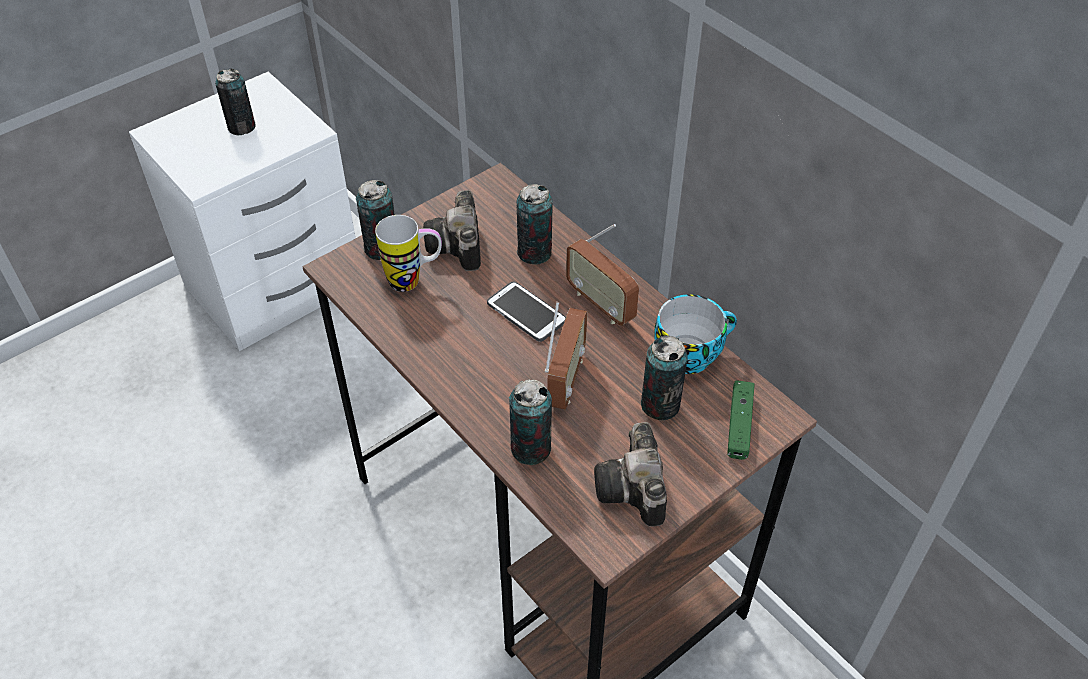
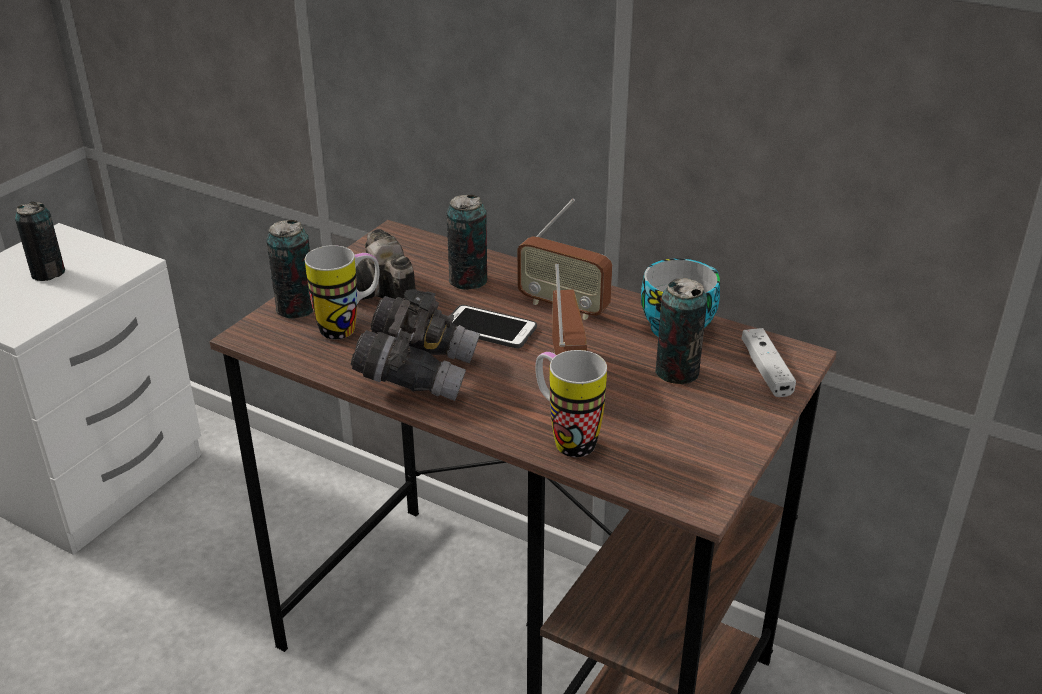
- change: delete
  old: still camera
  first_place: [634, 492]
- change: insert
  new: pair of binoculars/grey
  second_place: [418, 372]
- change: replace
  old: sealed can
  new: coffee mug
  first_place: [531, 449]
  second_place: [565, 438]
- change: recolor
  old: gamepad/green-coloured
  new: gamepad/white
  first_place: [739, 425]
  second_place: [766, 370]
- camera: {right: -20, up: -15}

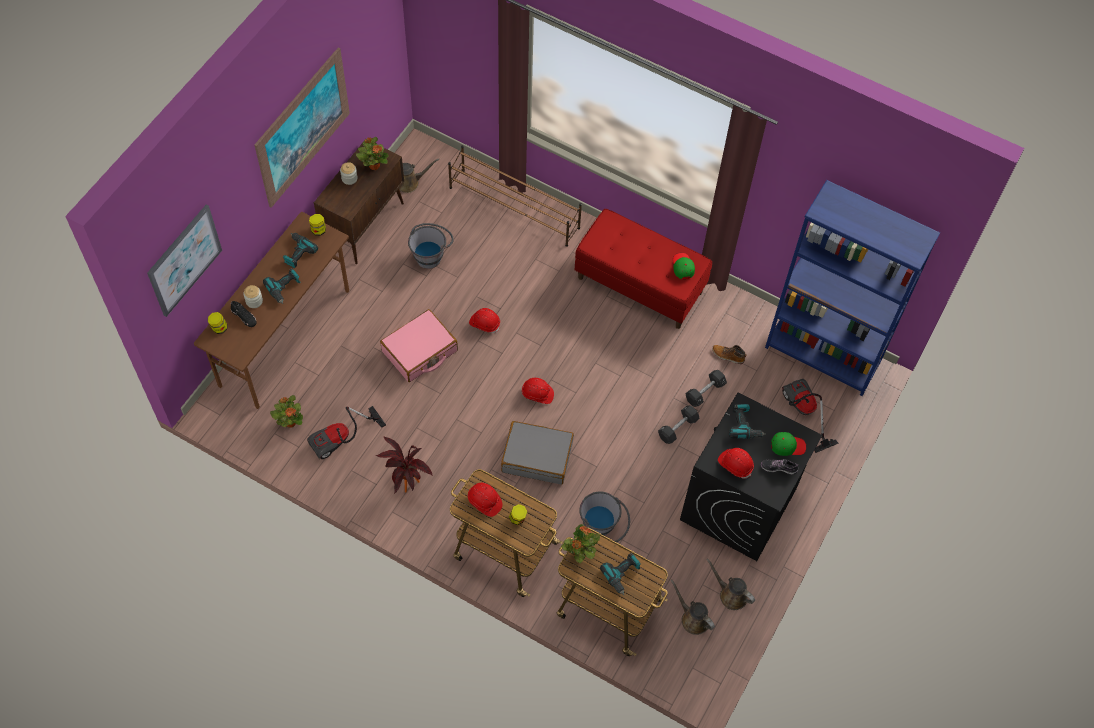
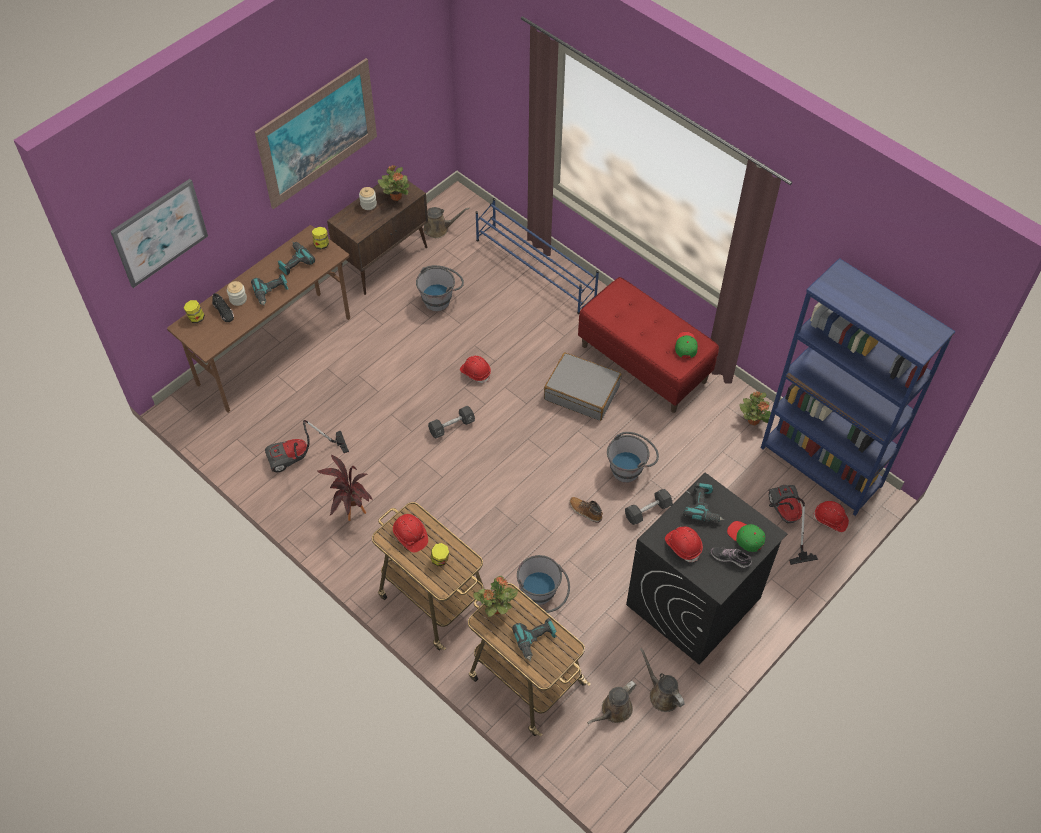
- change: delete
  old: piece of luggage/pink
  first_place: [419, 351]
- change: insert
  new: bucket/grey
  second_place: [630, 468]
- change: move
  old: plant in a pot
  first_place: [290, 422]
  second_place: [753, 420]
- change: move
  old: piece of luggage/grey
  first_place: [537, 457]
  second_place: [582, 392]
- change: move
  old: hard hat/reddish
  first_place: [537, 394]
  second_place: [830, 520]
- change: move
  old: free weight/black
  first_place: [705, 392]
  second_place: [451, 426]
- change: move
  old: boot
  first_place: [728, 356]
  second_place: [585, 511]
- change: recolor
  old: shoe rack/brown-coloured
  new: shoe rack/bluish
  first_place: [514, 208]
  second_place: [535, 269]
- change: rotate
  old: watering pot/brown-coloured
  first_place: [692, 618]
  second_place: [614, 711]
  degrees: -105
- change: rotate
  old: baseball cap/green-coloured
  first_place: [787, 446]
  second_place: [745, 537]
  degrees: -150
- camera: {right: 15, up: -5}

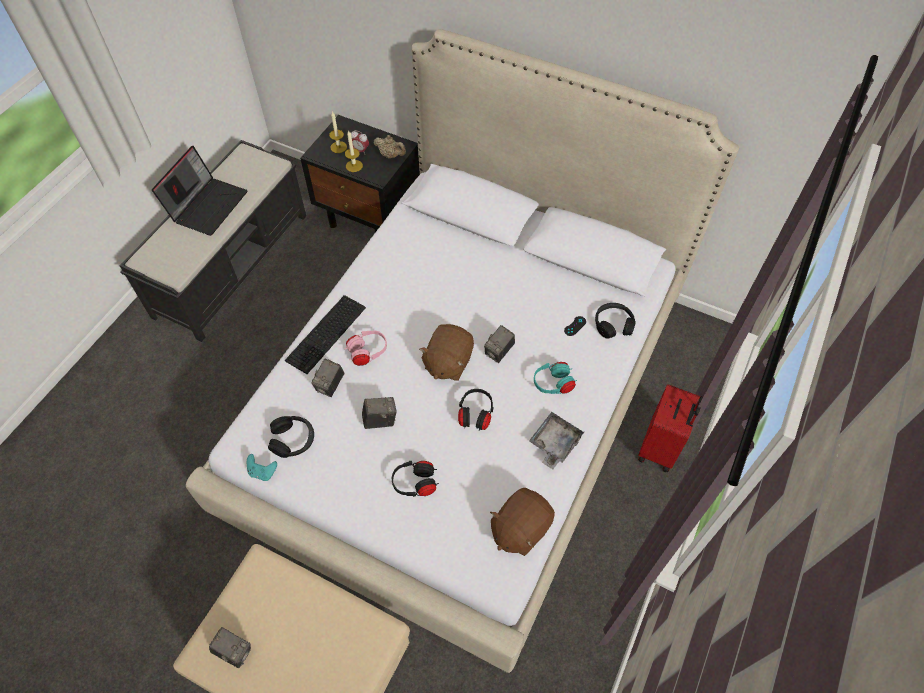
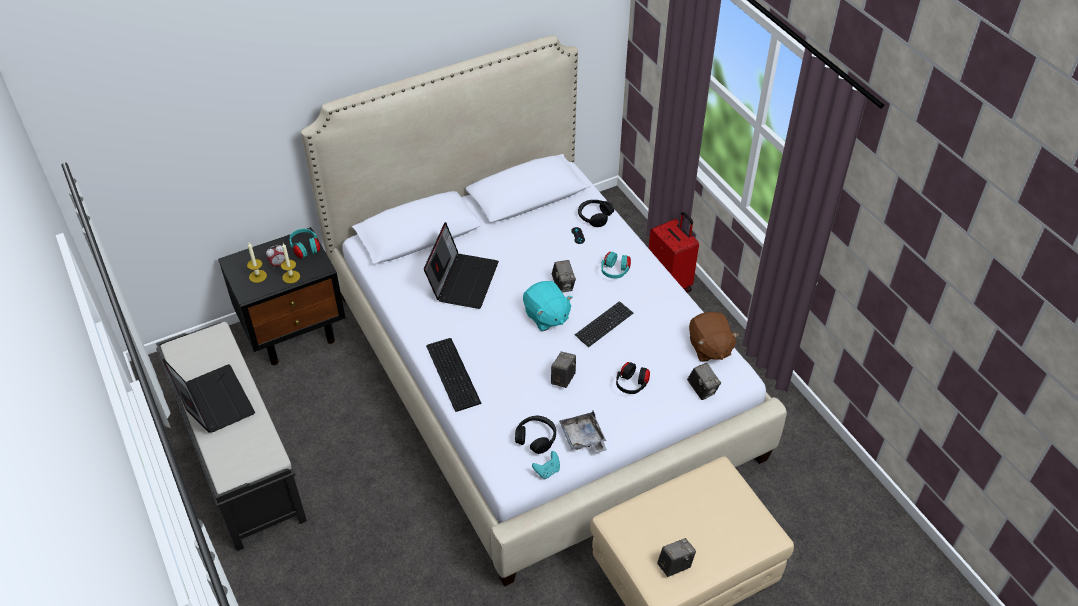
- change: delete
  old: pair of headphones/pink
  first_place: [367, 353]
- change: insert
  new: notebook computer
  second_place: [463, 280]
- change: move
  old: still camera
  first_place: [330, 385]
  second_place: [702, 390]
- change: move
  old: tray/grey
  first_place: [554, 443]
  second_place: [583, 438]
- change: replace
  old: teapot/sand-coloured
  new: pair of headphones/turquoise-coloured
  first_place: [390, 155]
  second_place: [305, 249]
- change: replace
  old: pair of headphones/black
  new: computer keyboard
  first_place: [475, 415]
  second_place: [604, 325]
- change: recolor
  old: soft toy/brown-coloured
  new: soft toy/turquoise-coloured
  first_place: [447, 362]
  second_place: [546, 317]
- camera: {right: -55, up: -10}

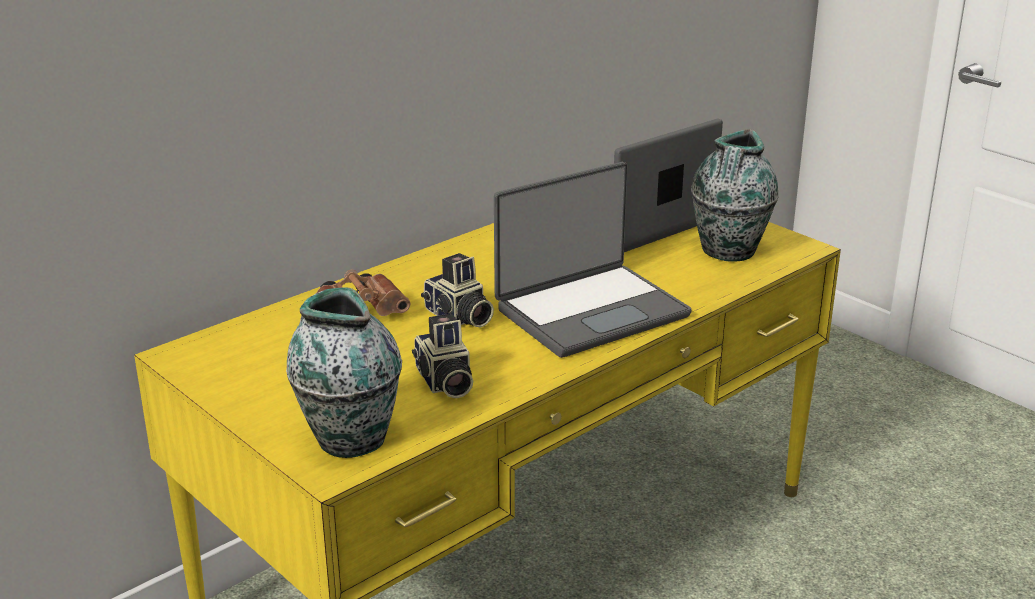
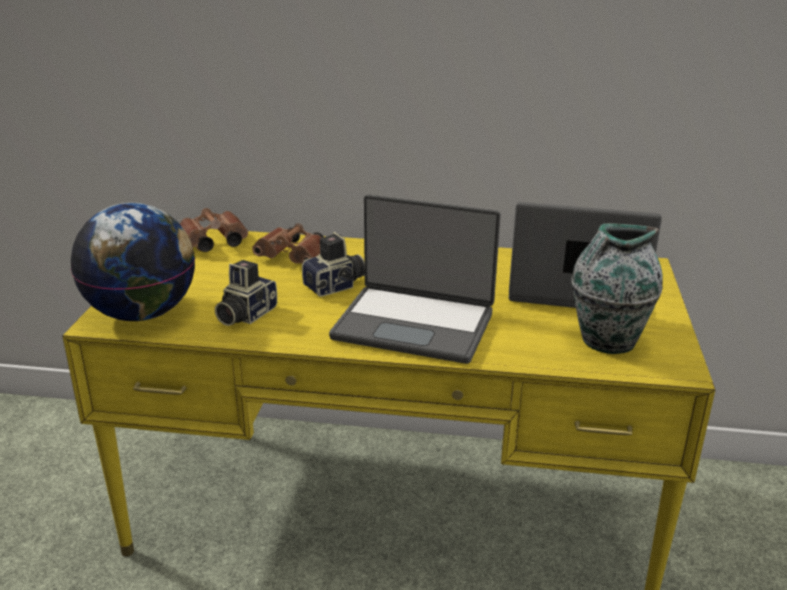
- change: insert
  new: pair of binoculars/brown-coloured
  second_place: [212, 245]
- change: replace
  old: decorative vase
  new: desk globe
  first_place: [349, 438]
  second_place: [142, 314]
- change: rotate
  old: still camera
  first_place: [458, 317]
  second_place: [336, 286]
  degrees: -135
- camera: {right: 50, up: 0}

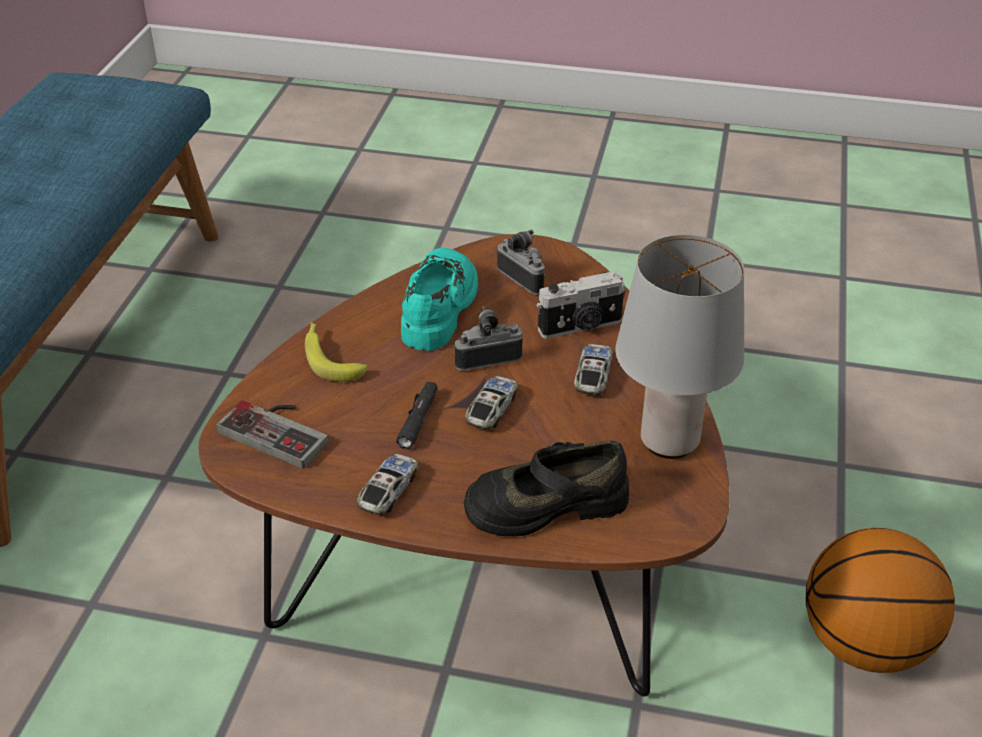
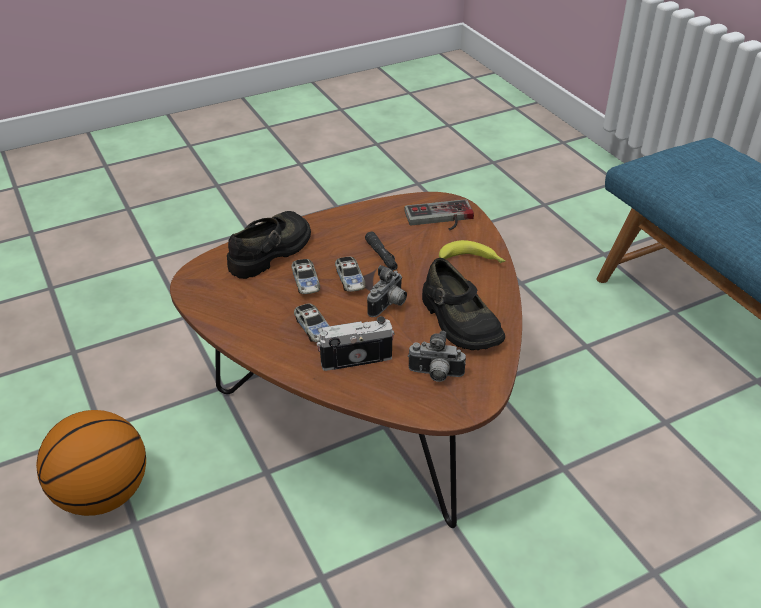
- change: delete
  old: lamp for a table/grey
  first_place: [668, 442]
- change: move
  old: toy car
  first_place: [388, 491]
  second_place: [306, 282]
- change: recolor
  old: low shoe/turquoise-coloured
  new: low shoe/black
  first_place: [439, 308]
  second_place: [458, 321]
- change: rotate
  old: still camera
  first_place: [581, 327]
  second_place: [355, 358]
  degrees: 45
- camera: {right: 140, up: 0}

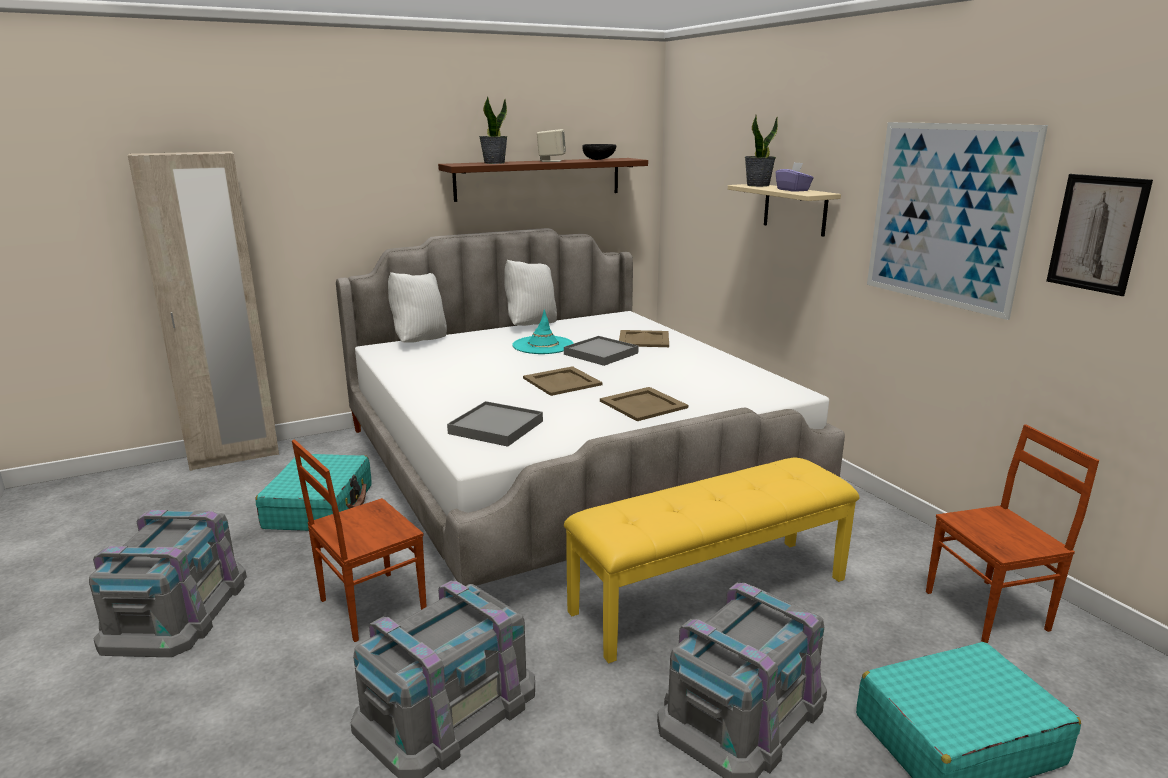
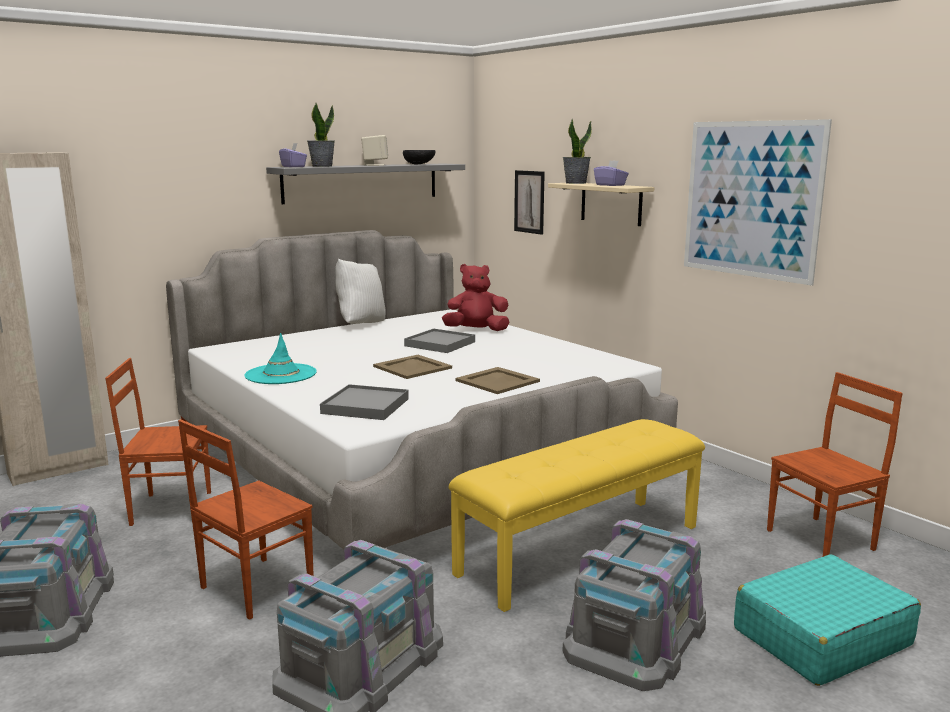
- change: delete
  old: pillow/white
  first_place: [419, 341]
- change: insert
  new: tissue box/purplish
  second_place: [293, 167]
- change: move
  old: hat/turquoise-coloured
  first_place: [543, 345]
  second_place: [280, 374]
- change: move
  old: picture
  first_place: [1097, 233]
  second_place: [529, 202]
- change: replace
  old: piece of luggage/turquoise-coloured
  new: plain chair/brown-coloured
  first_place: [320, 506]
  second_place: [170, 507]
- change: replace
  old: tray/sand-coloured
  new: soft toy/reddish
  first_place: [644, 339]
  second_place: [476, 331]
- change: recolor
  old: wall shelf/brown-coloured
  new: wall shelf/grey
  first_place: [539, 179]
  second_place: [362, 182]
- camera: {right: -10, up: -5}

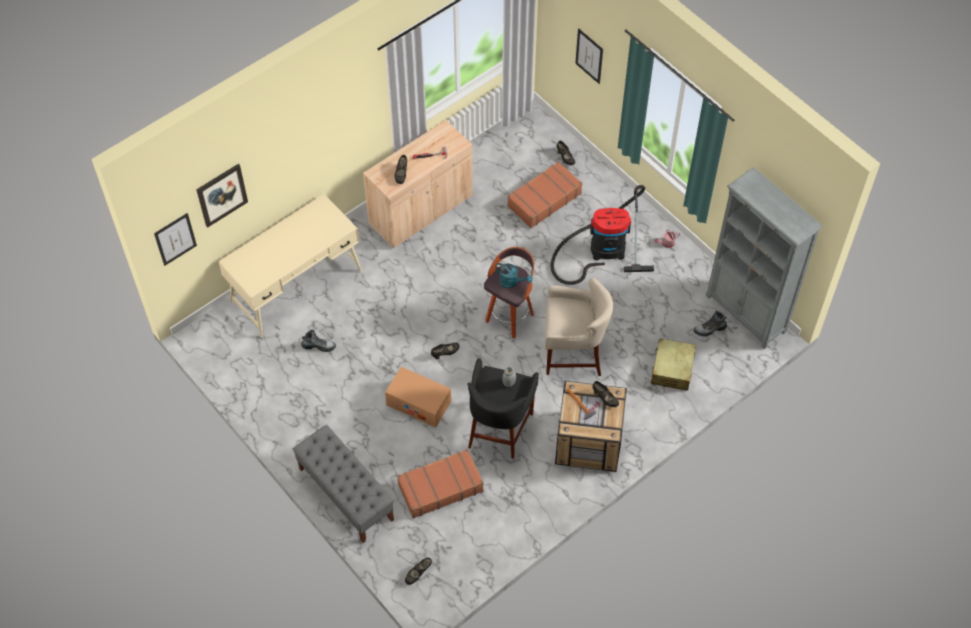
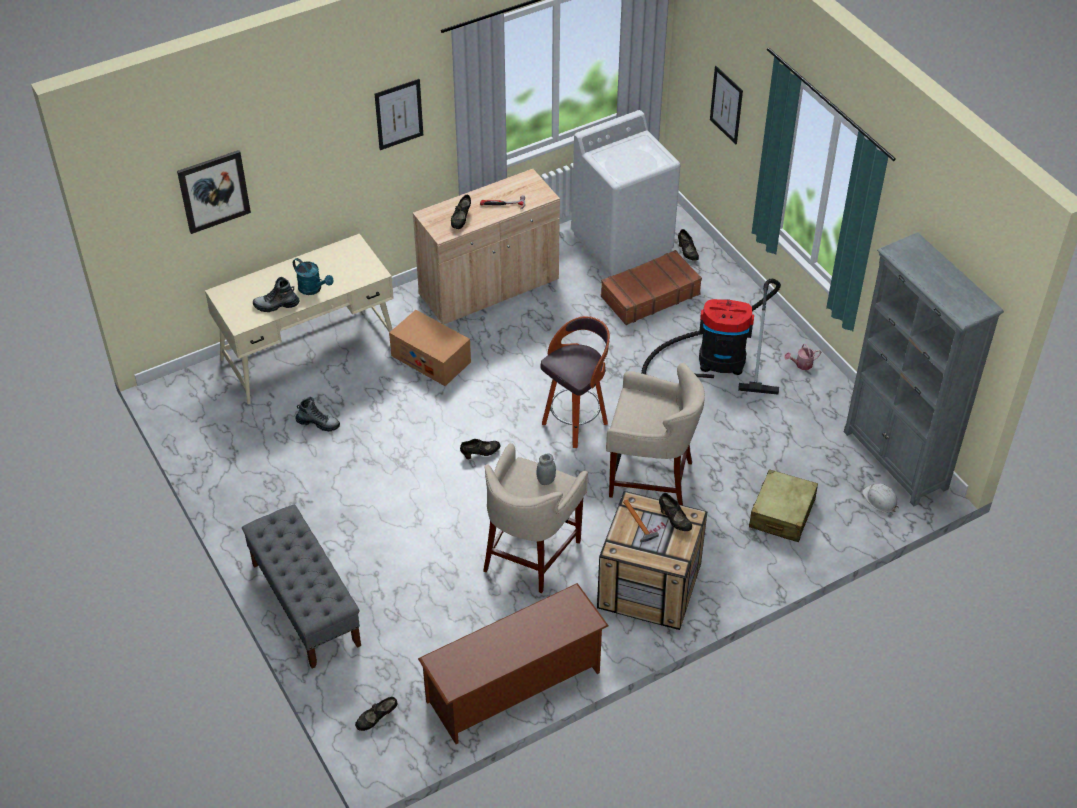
- change: delete
  old: piece of luggage/brown-coloured
  first_place: [440, 487]
- change: insert
  new: shoe rack/brown-coloured
  second_place: [514, 687]
- change: insert
  new: laundry machine/white
  second_place: [623, 242]
- change: insert
  new: hard hat/white
  second_place: [880, 499]
- change: move
  old: picture
  first_place: [175, 239]
  second_place: [399, 114]
- change: move
  old: carton
  first_place: [418, 403]
  second_place: [431, 359]
- change: move
  old: watering pot/turquoise-coloured
  first_place: [511, 282]
  second_place: [313, 289]
- change: move
  old: boot
  first_place: [709, 329]
  second_place: [276, 305]
- change: recolor
  old: stool/black
  new: stool/sand-coloured
  first_place: [499, 429]
  second_place: [531, 554]
- camera: {right: 10, up: -10}

